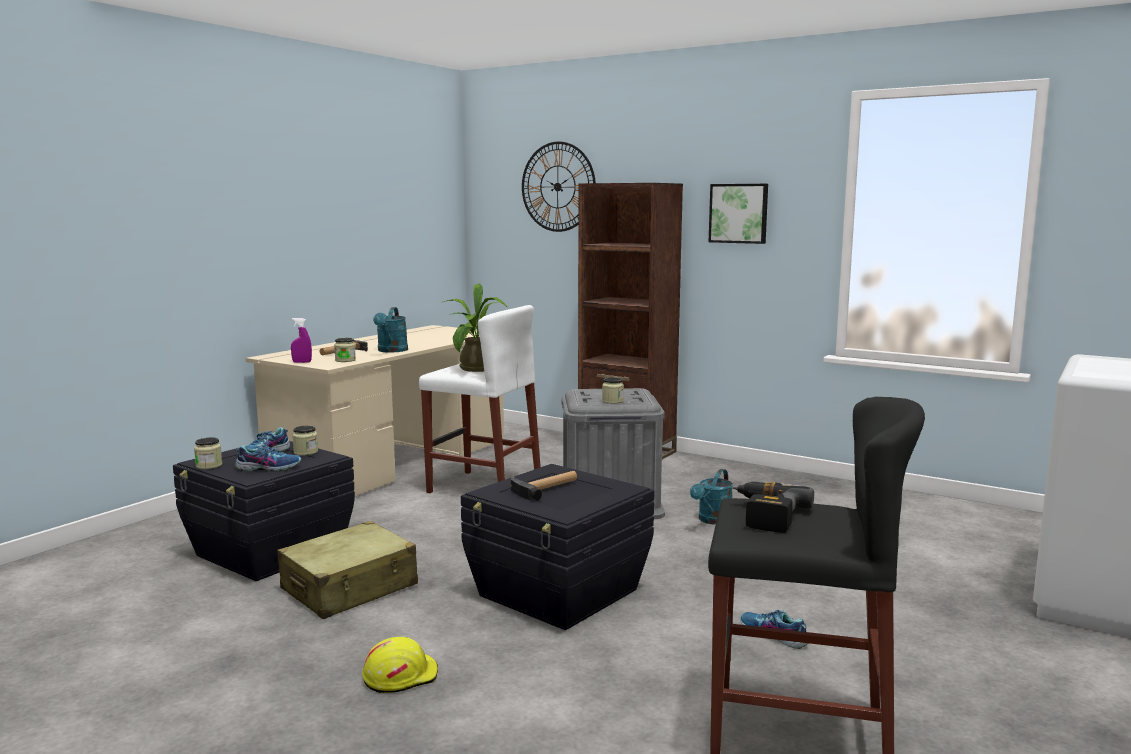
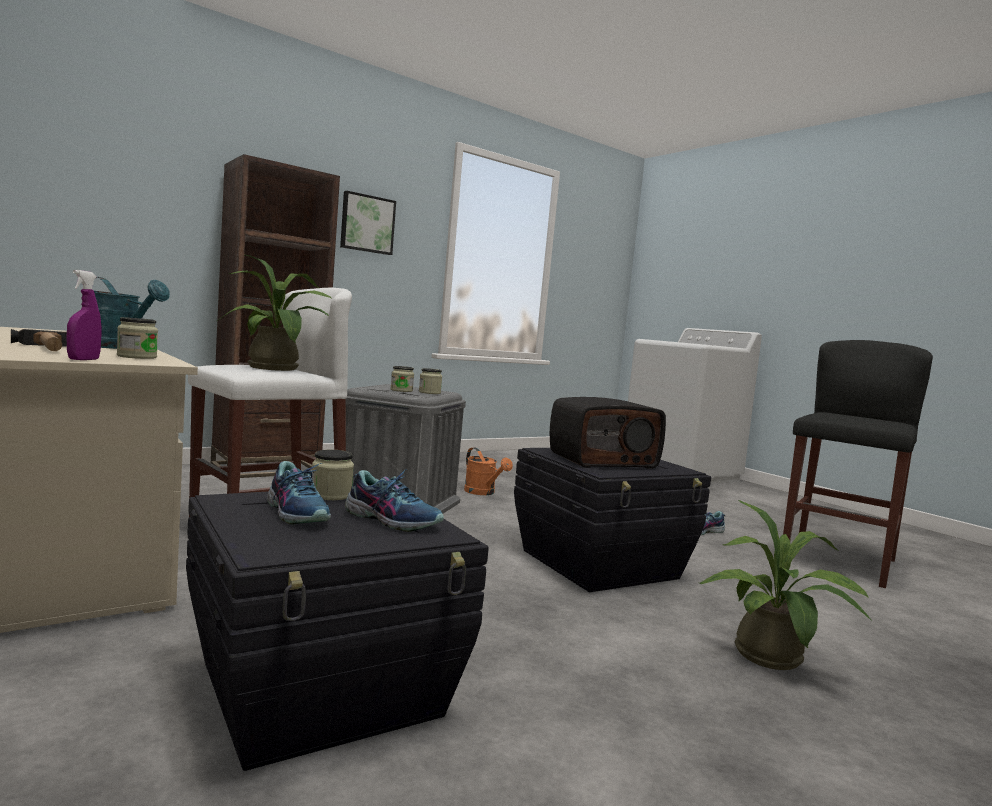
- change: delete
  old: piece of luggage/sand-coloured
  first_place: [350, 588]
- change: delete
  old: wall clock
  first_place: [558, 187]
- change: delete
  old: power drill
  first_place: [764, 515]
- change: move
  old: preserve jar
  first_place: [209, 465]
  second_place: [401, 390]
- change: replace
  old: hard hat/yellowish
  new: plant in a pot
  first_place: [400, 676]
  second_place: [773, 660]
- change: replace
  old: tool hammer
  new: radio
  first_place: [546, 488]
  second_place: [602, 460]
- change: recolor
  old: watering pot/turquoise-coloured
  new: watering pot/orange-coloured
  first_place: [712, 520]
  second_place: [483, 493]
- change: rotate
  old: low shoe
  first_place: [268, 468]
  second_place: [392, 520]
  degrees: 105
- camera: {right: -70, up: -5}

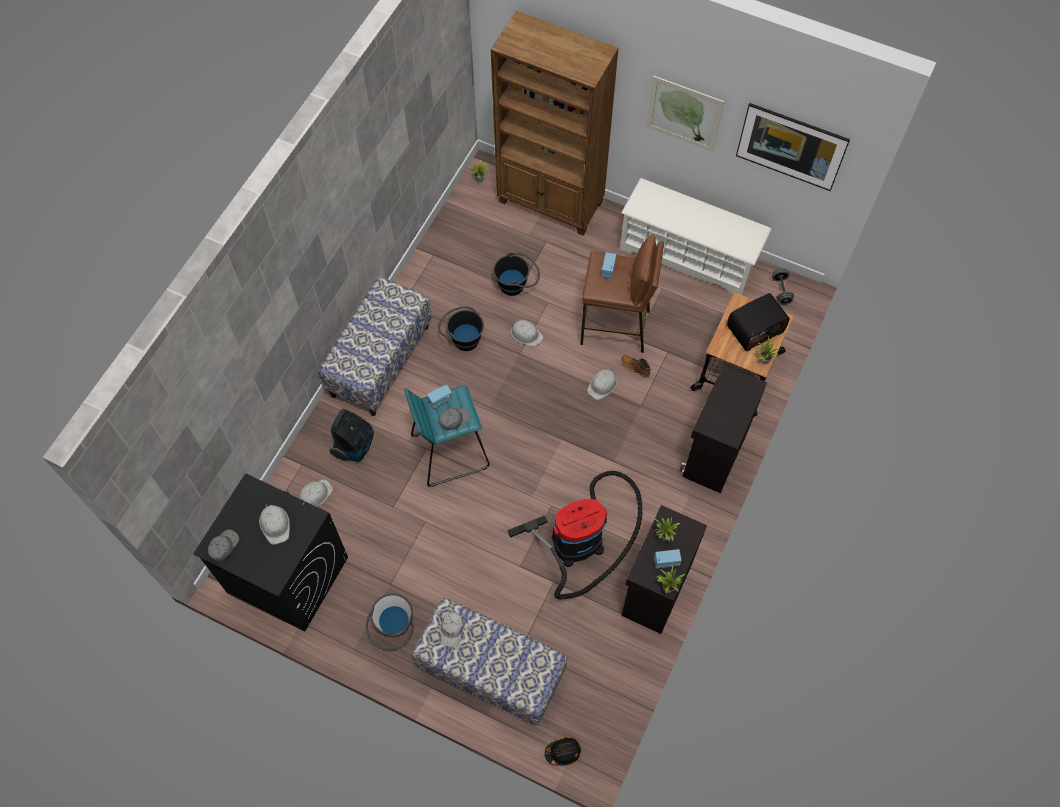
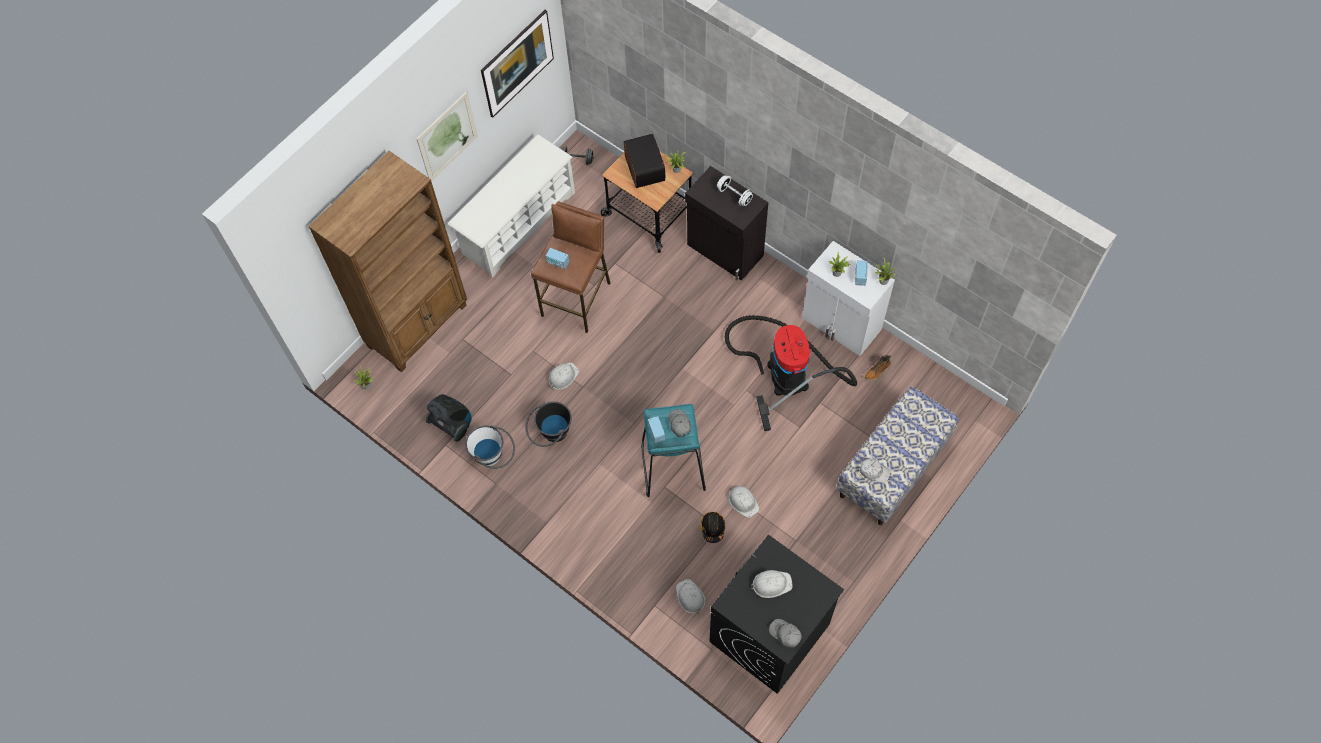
- change: delete
  old: bench
  first_place: [380, 360]
- change: delete
  old: bucket/black
  first_place: [517, 285]
- change: insert
  new: free weight/white
  second_place: [734, 195]
- change: move
  old: vacuum
  first_place: [355, 446]
  second_place: [452, 424]
- change: move
  old: bucket/white
  first_place: [394, 629]
  second_place: [493, 457]
- change: move
  old: hard hat/black
  first_place: [563, 752]
  second_place: [713, 528]
- change: move
  old: hard hat/white
  first_place: [602, 385]
  second_place: [743, 501]
- change: move
  old: boot
  first_place: [635, 367]
  second_place: [877, 371]
- change: recolor
  old: cabinet/black
  new: cabinet/white
  first_place: [655, 589]
  second_place: [841, 325]
- camera: {right: -75, up: 0}

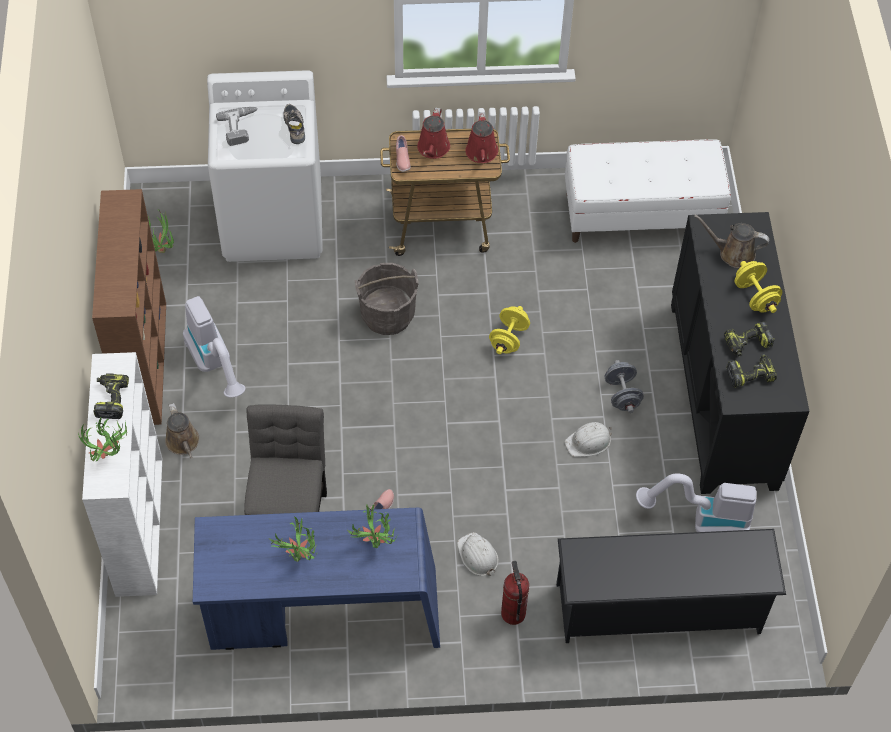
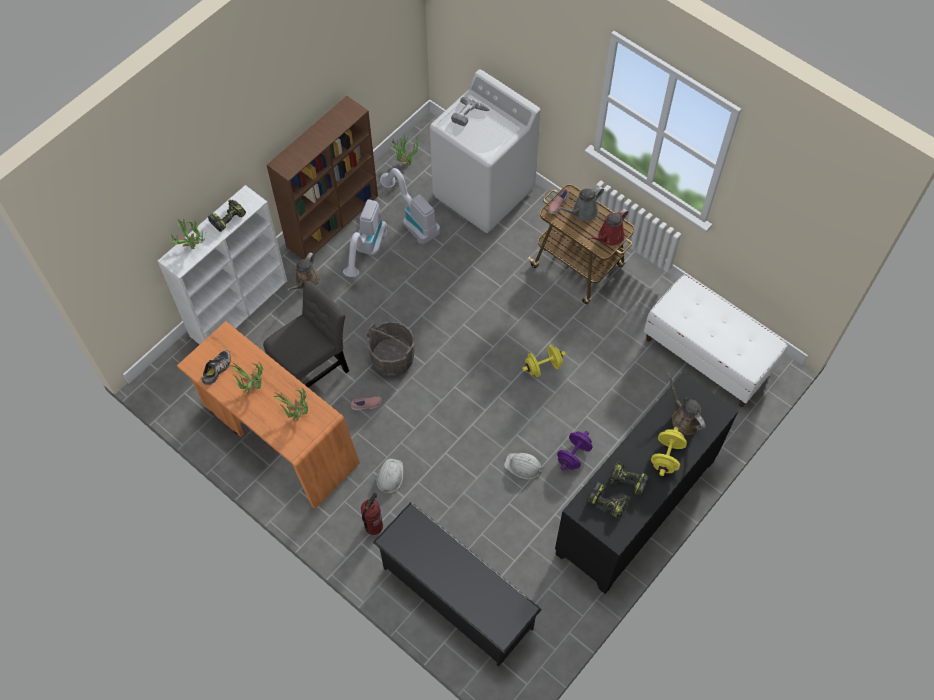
- change: move
  old: low shoe
  first_place: [295, 127]
  second_place: [217, 369]
- change: move
  old: bucket/grey
  first_place: [387, 315]
  second_place: [393, 359]
- change: move
  old: vacuum
  first_place: [700, 522]
  second_place: [412, 220]
- change: recolor
  old: desk table/bluish
  new: desk table/orange-coloured
  first_place: [323, 613]
  second_place: [277, 436]
- change: recolor
  old: watering pot/reddish
  new: watering pot/grey
  first_place: [433, 149]
  second_place: [583, 212]
- change: recolor
  old: free weight/grey
  new: free weight/purplish
  first_place: [622, 395]
  second_place: [573, 455]
- camera: {right: 45, up: 5}

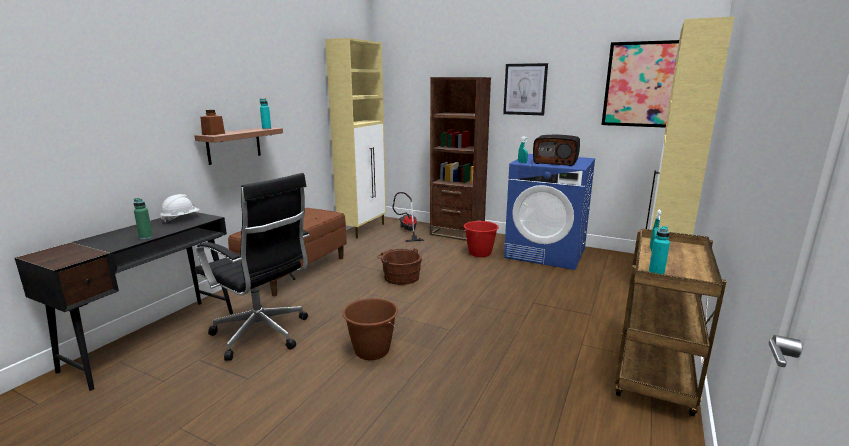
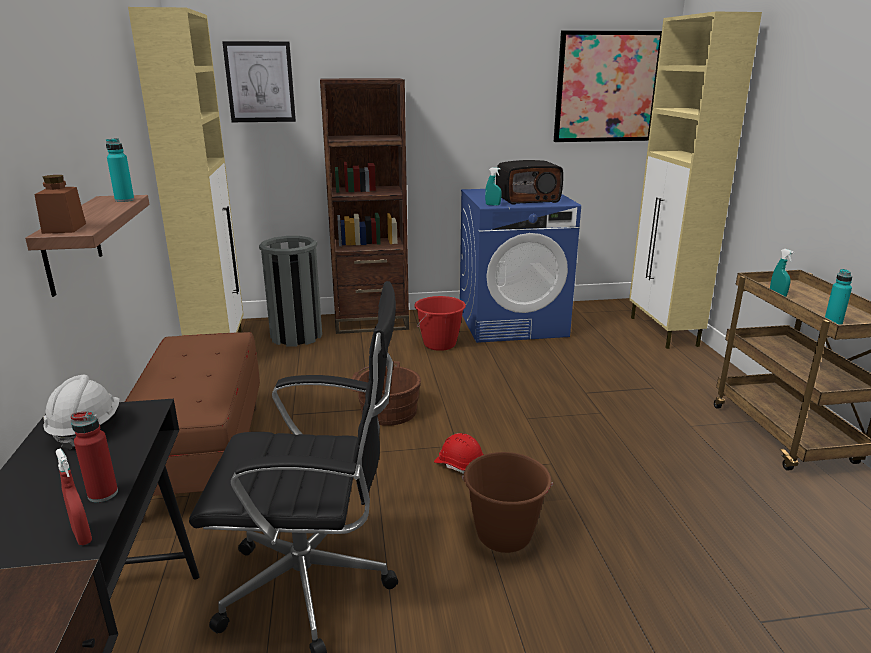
- change: insert
  new: spray bottle/reddish
  second_place: [82, 536]
- change: insert
  new: hard hat/reddish
  second_place: [459, 465]
- change: move
  old: picture
  first_place: [525, 89]
  second_place: [260, 82]
- change: replace
  old: vacuum
  new: trash can/grey
  first_place: [408, 231]
  second_place: [296, 336]
- change: recolor
  old: beverage bottle/green-coloured
  new: beverage bottle/reddish
  first_place: [146, 237]
  second_place: [103, 494]
- camera: {right: -35, up: 5}

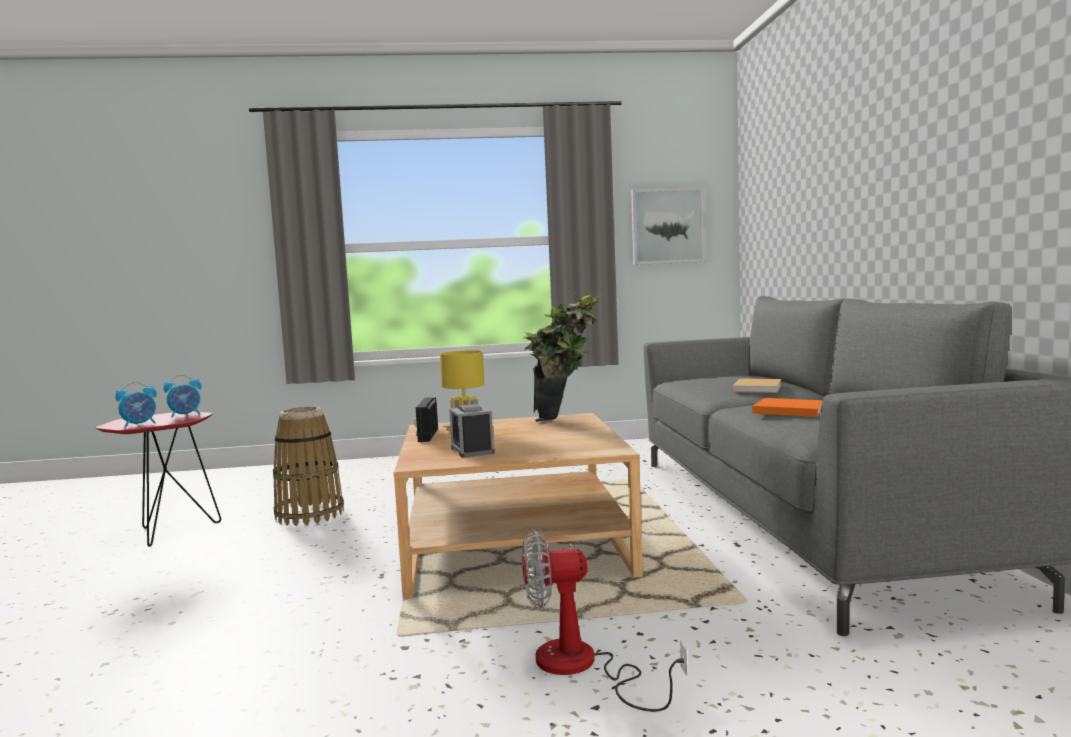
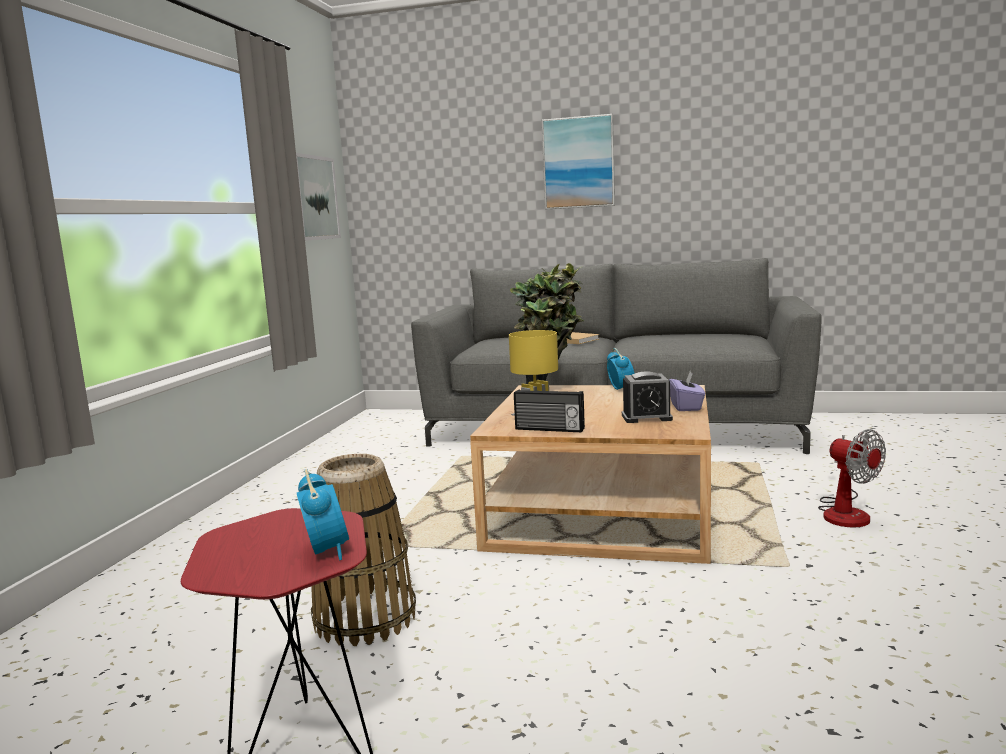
- change: delete
  old: volume/orange-coloured
  first_place: [787, 410]
- change: insert
  new: picture
  second_place: [578, 163]
- change: insert
  new: tissue box/purplish
  second_place: [686, 407]
- change: move
  old: alarm clock
  first_place: [185, 415]
  second_place: [621, 389]
- change: rotate
  old: electric fan
  first_place: [582, 667]
  second_place: [845, 512]
  degrees: -45
- camera: {right: -70, up: 5}

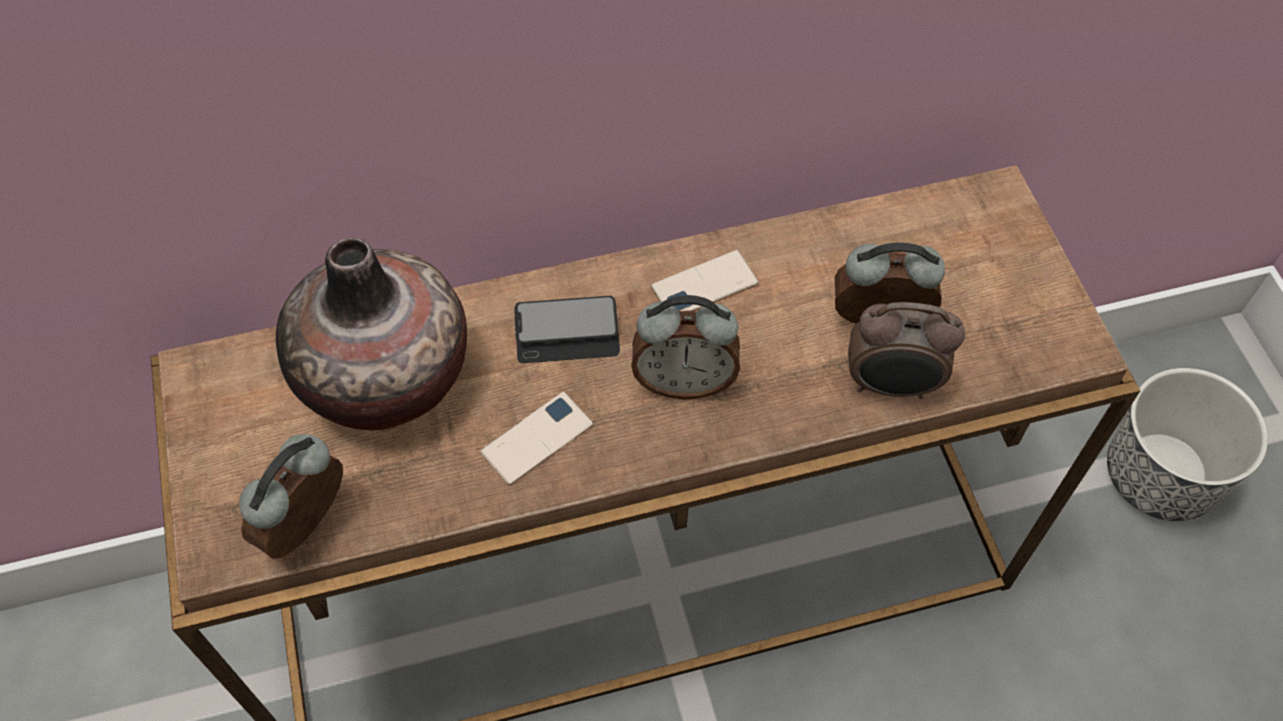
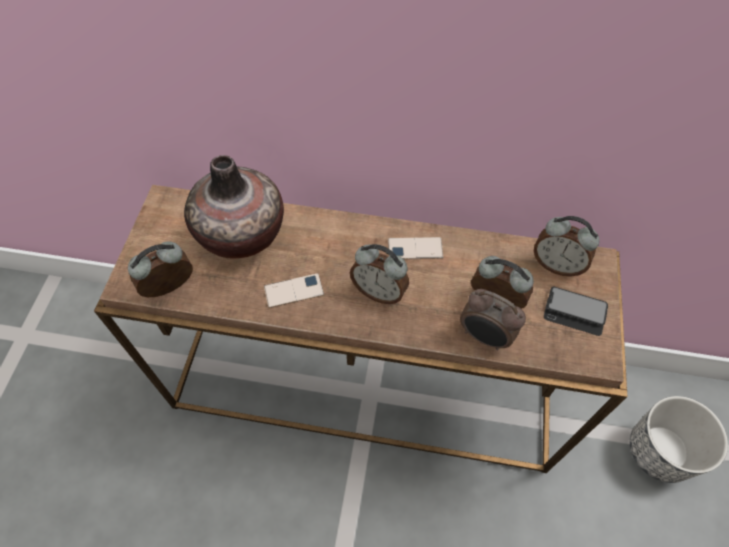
- change: insert
  new: alarm clock
  second_place: [556, 264]
- change: move
  old: telephone
  first_place: [567, 331]
  second_place: [575, 312]
- camera: {right: 25, up: 0}

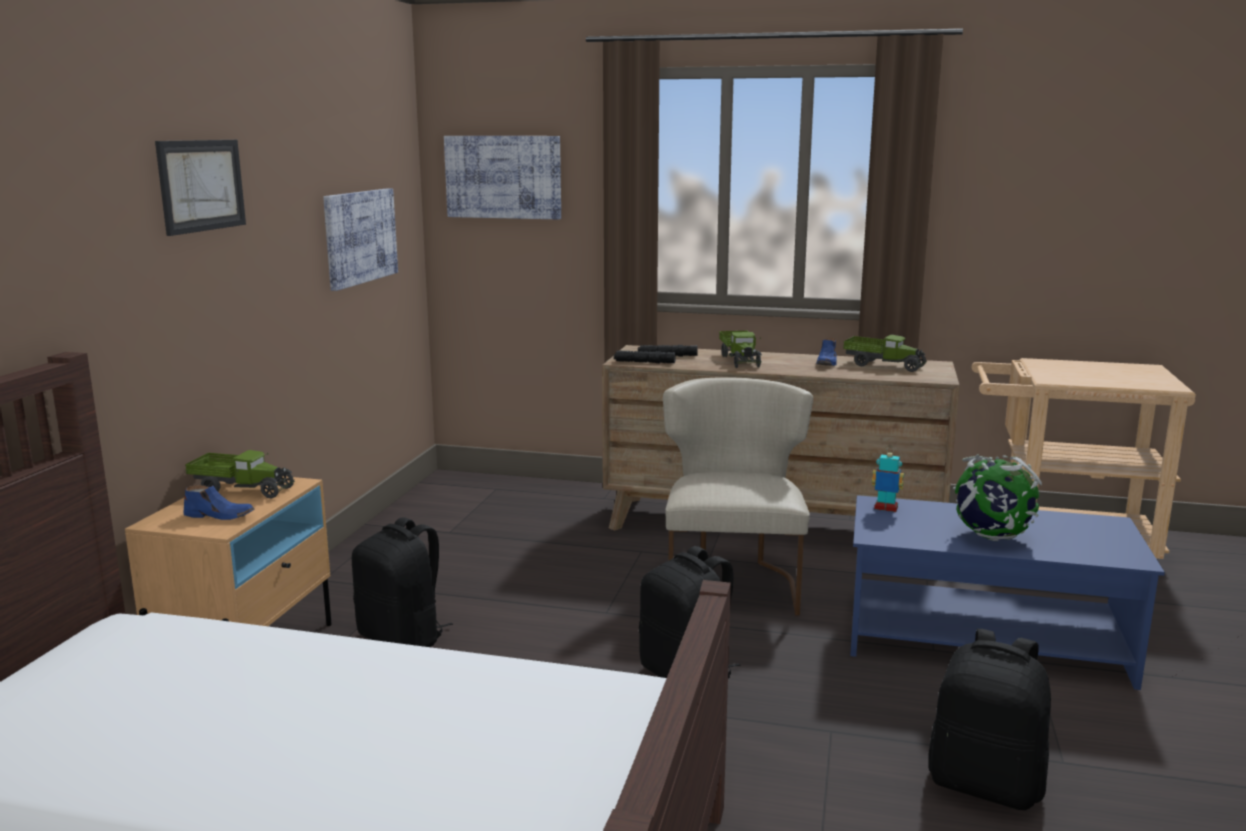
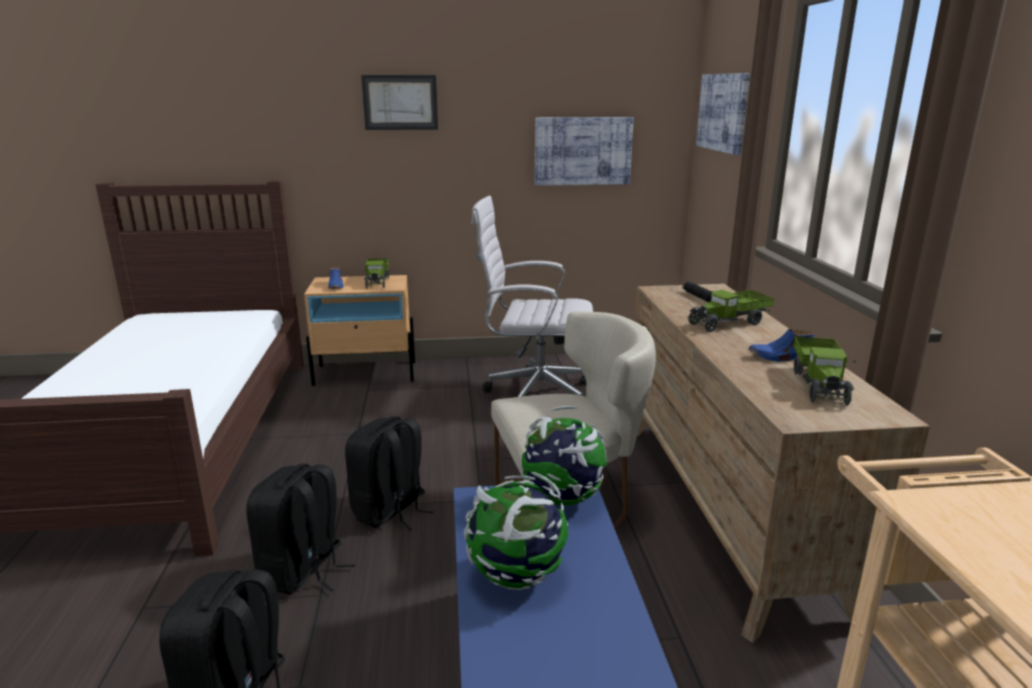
- change: delete
  old: flashlight/black
  first_place: [644, 362]
- change: insert
  new: computer chair/white
  second_place: [533, 394]
- change: move
  old: rucksack/black
  first_place: [403, 639]
  second_place: [303, 571]
- change: replace
  old: model robot
  new: desk globe
  first_place: [885, 508]
  second_place: [563, 499]
- camera: {right: 70, up: 5}

